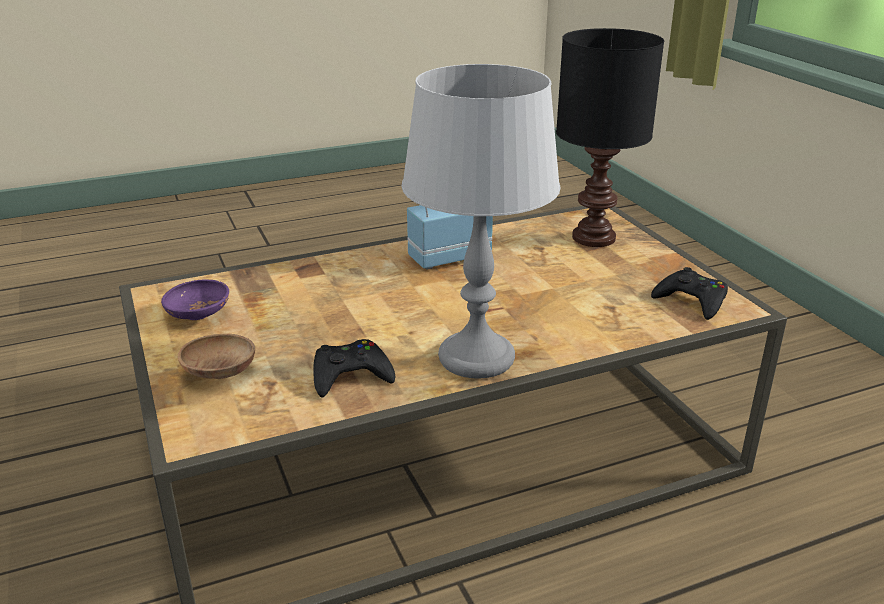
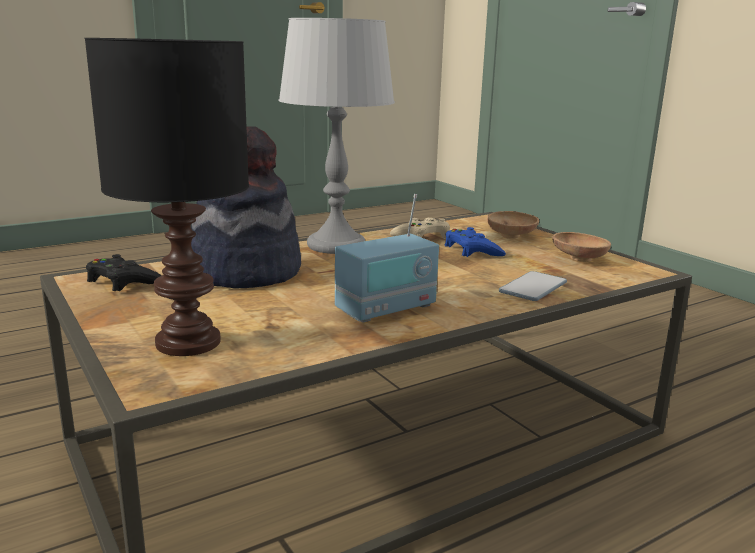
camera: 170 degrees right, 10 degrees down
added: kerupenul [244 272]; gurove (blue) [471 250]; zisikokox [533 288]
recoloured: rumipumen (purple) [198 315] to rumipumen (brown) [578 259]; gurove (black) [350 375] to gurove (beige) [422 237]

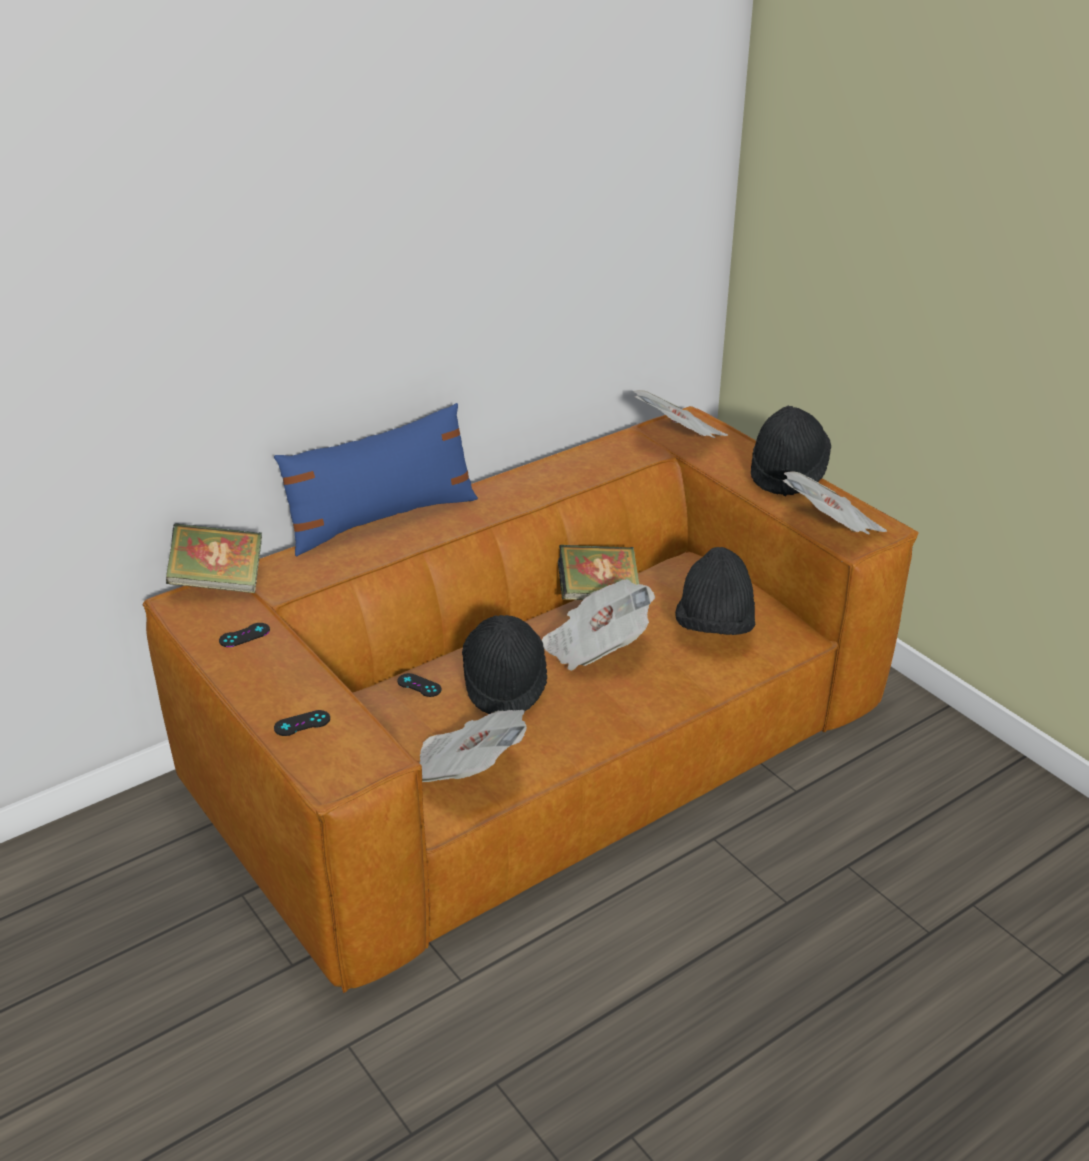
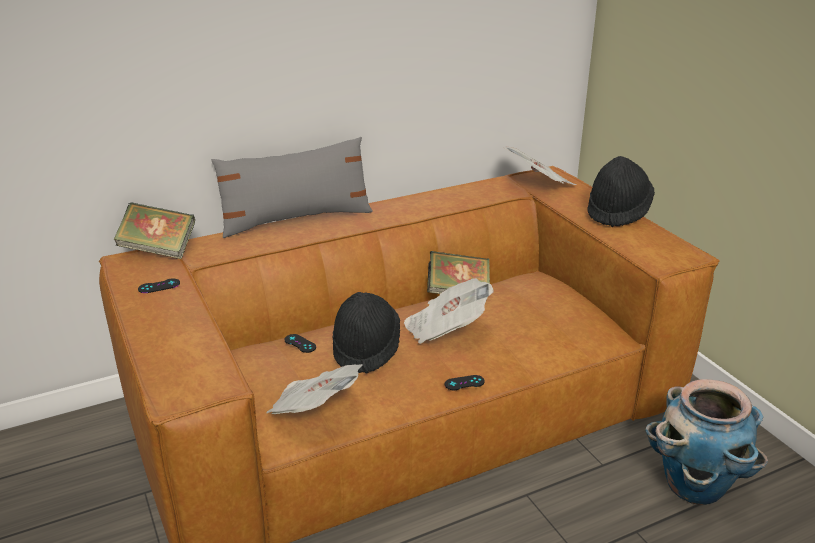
camera: 10 degrees right, 5 degrees down
removed: kerupenul (black) [714 626]; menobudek [831 528]
added: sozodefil [695 486]
moved: gurove (black) [302 723] to [464 383]
recoloured: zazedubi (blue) [381 519] to zazedubi (grey) [296 219]

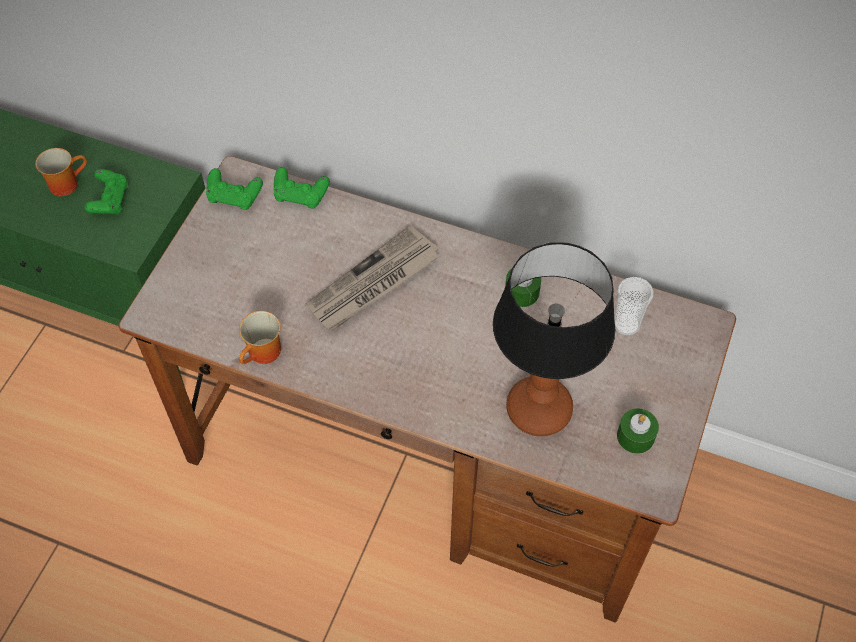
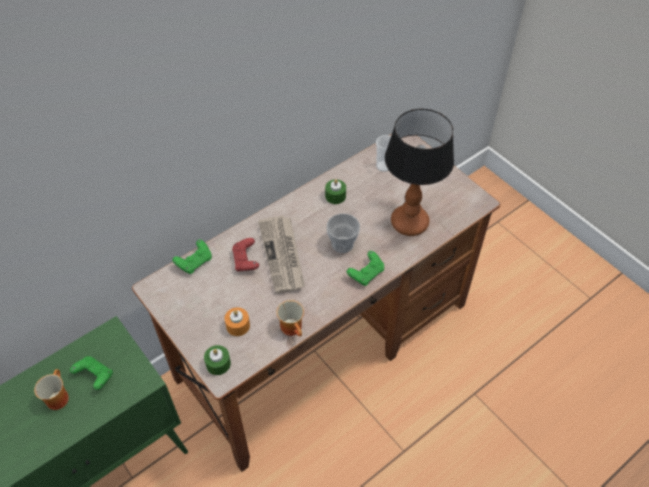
camera: 60 degrees left, 5 degrees down
added: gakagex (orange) [238 325]; gurove (red) [246 261]; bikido [342 244]
moved: gurove (green) [234 197] to [366 274]; gakagex (green) [635 436] to [218 364]

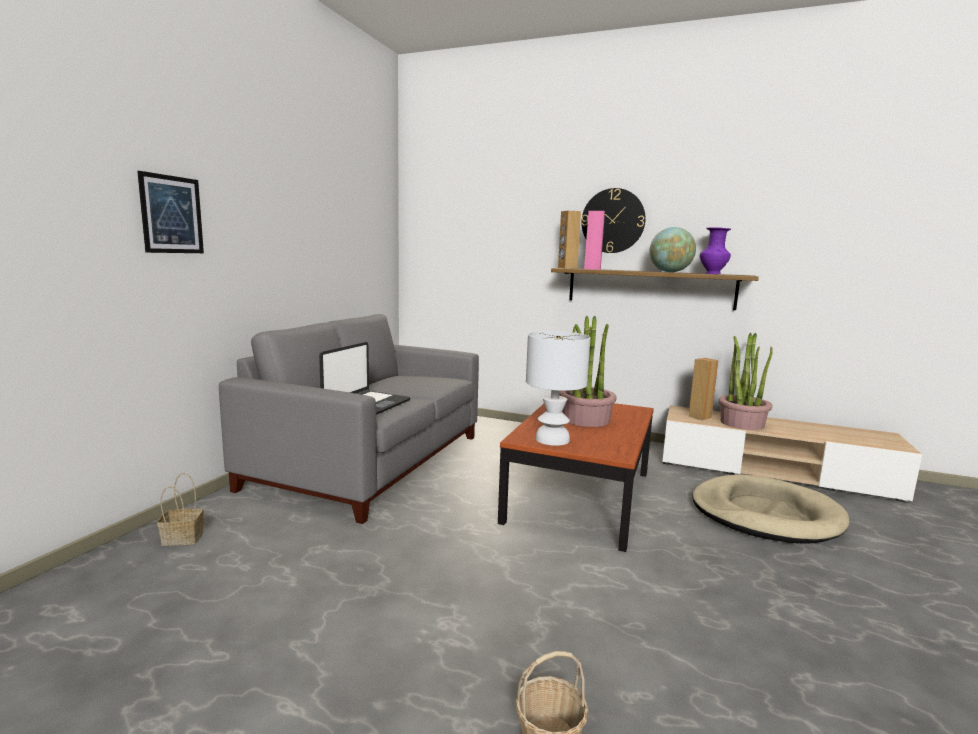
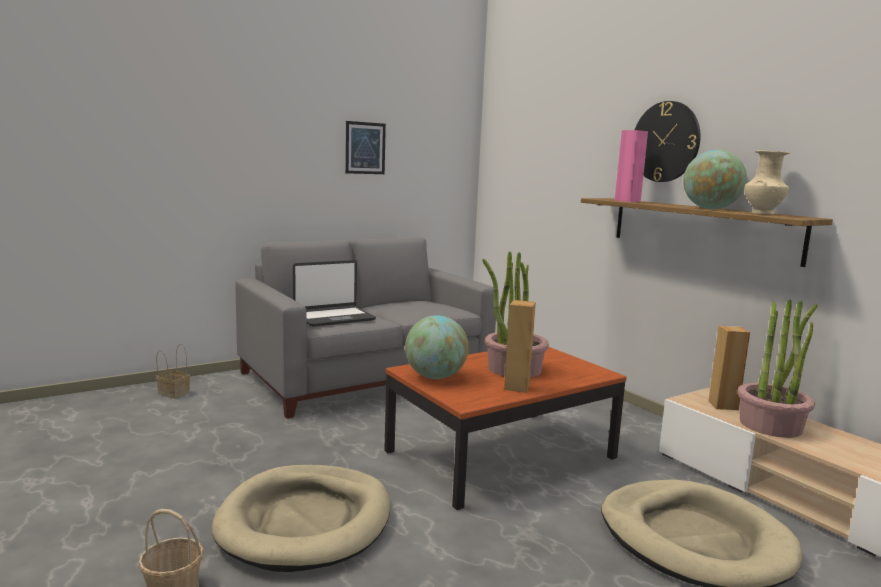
camera: 35 degrees right, 0 degrees up
added: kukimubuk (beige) [306 521]
moved: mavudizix [172 214] to [365 148]; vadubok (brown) [567 268] to [516 387]
replaced: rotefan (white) [553 440] to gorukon [435 377]
recoloured: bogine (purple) [712 273] to bogine (beige) [762 213]

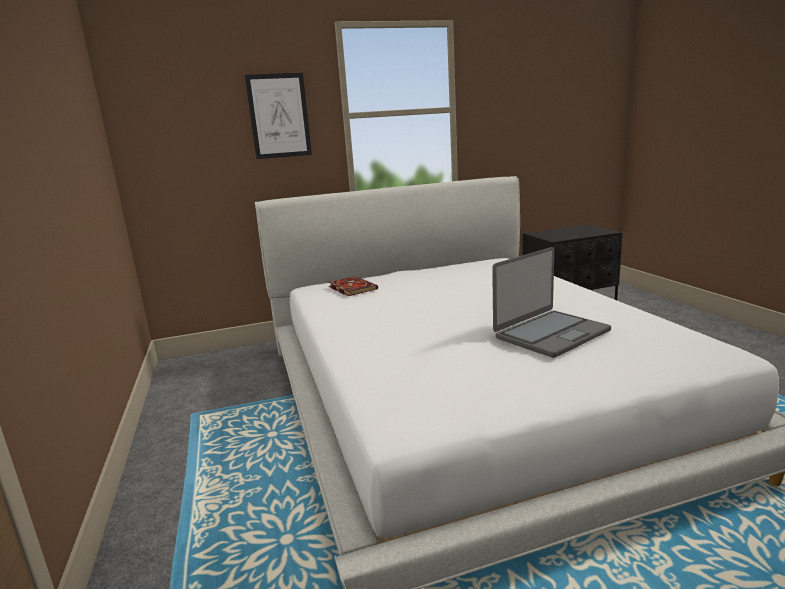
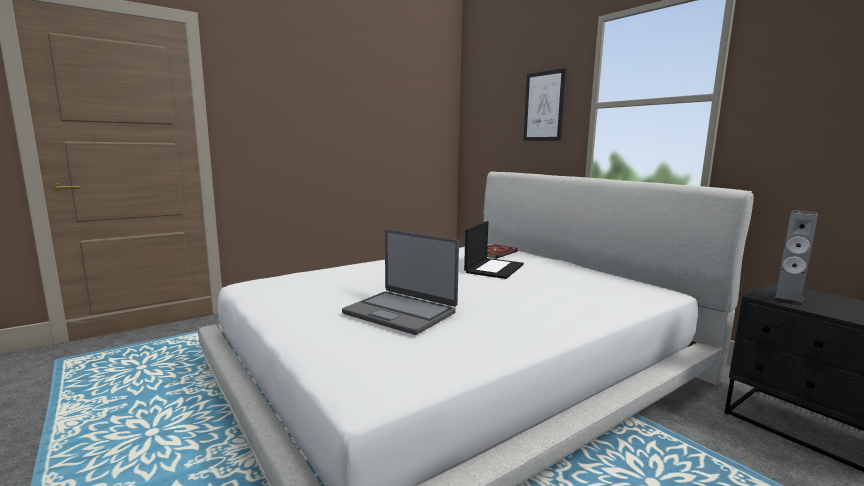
camera: 70 degrees right, 5 degrees down
added: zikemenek [494 268]; vadubok [788 299]

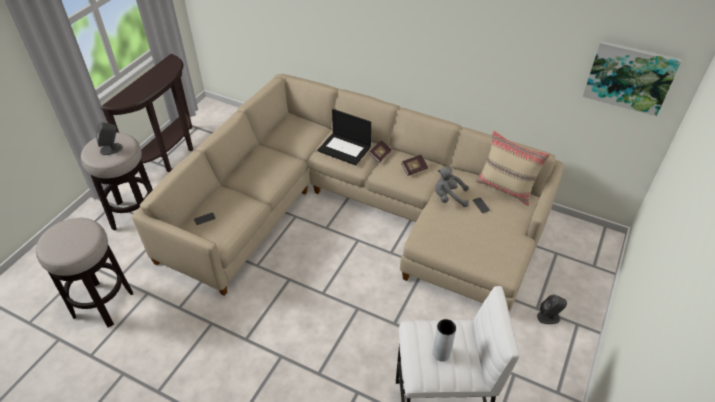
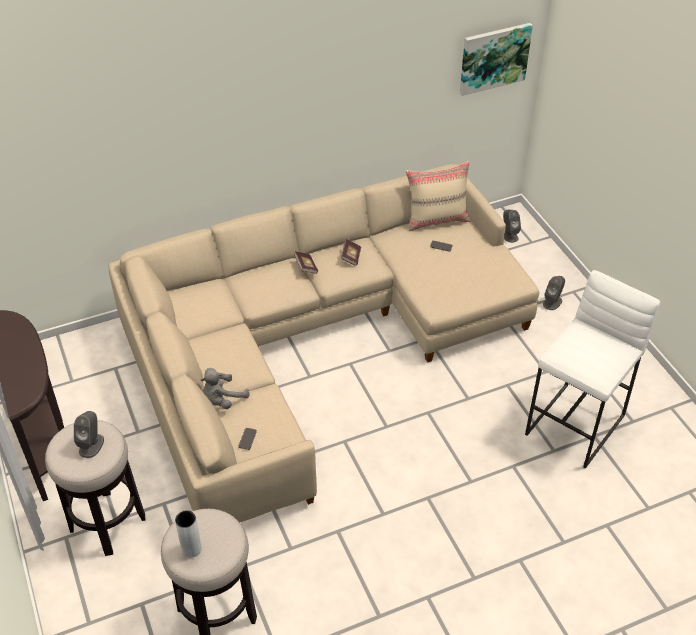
camera: 50 degrees left, 0 degrees up
removed: zikemenek [345 149]
added: vadubok (grey) [509 235]
moved: bogine (grey) [441 353] to [191 549]; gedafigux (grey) [449 197] to [222 400]

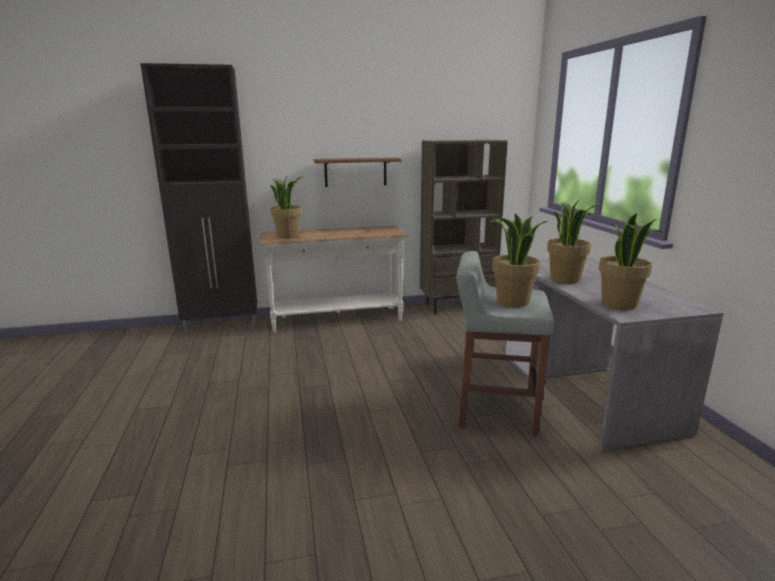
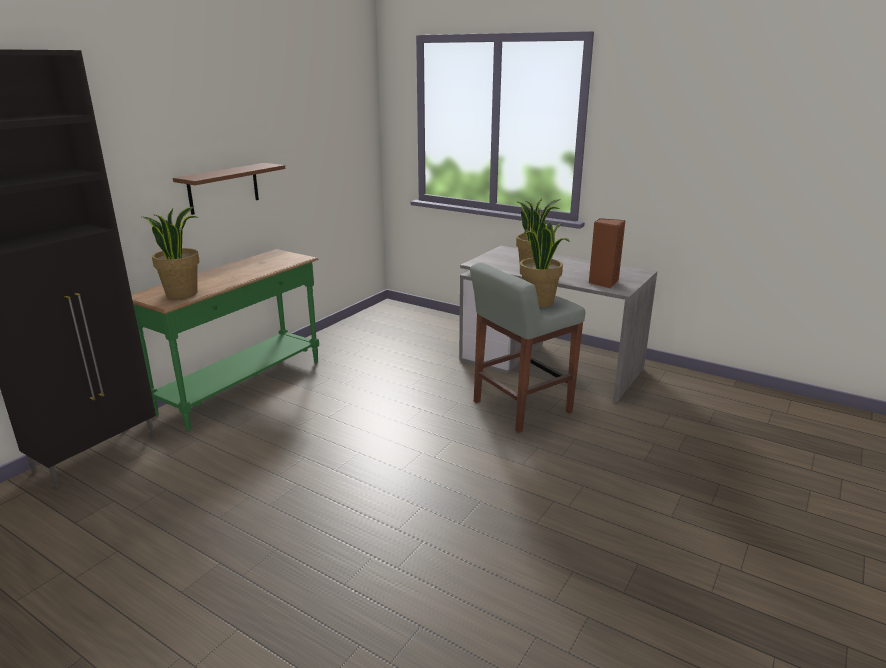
camera: 45 degrees left, 5 degrees up
removed: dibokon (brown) [457 306]
replaced: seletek [620 304] to vadubok (brown) [603 282]
recoloured: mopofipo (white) [337 320] to mopofipo (green) [244 387]

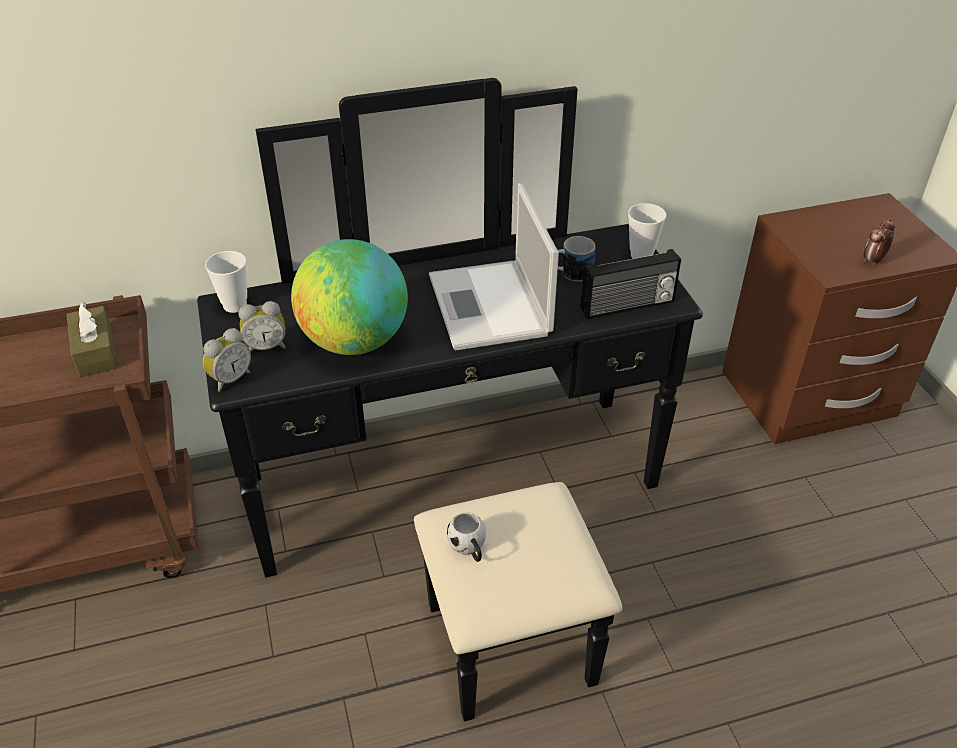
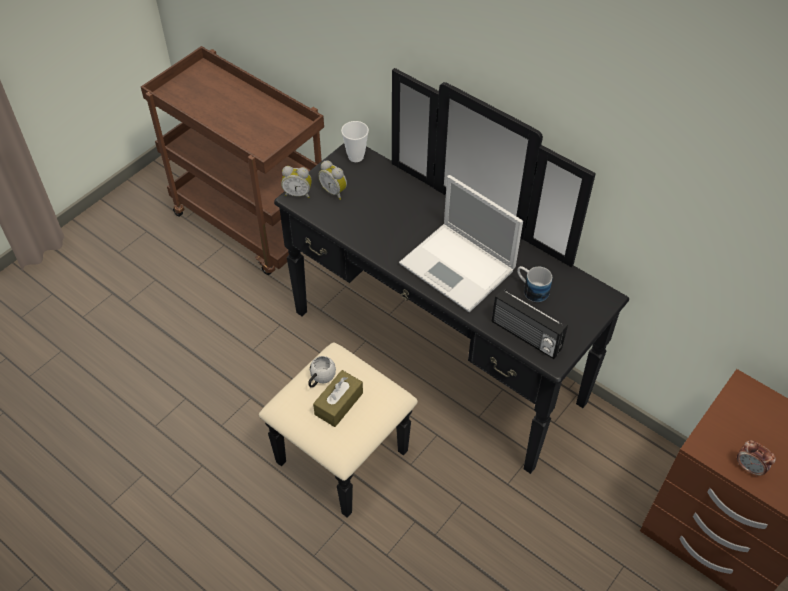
camera: 55 degrees right, 10 degrees up
removed: gorukon [354 341]; bikido [641 255]
moved: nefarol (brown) [95 352] to [338 403]
turned: zikemenek [490 307] = [459 267] 90 degrees counterclockwise; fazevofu [872 261] = [749 468] 150 degrees counterclockwise

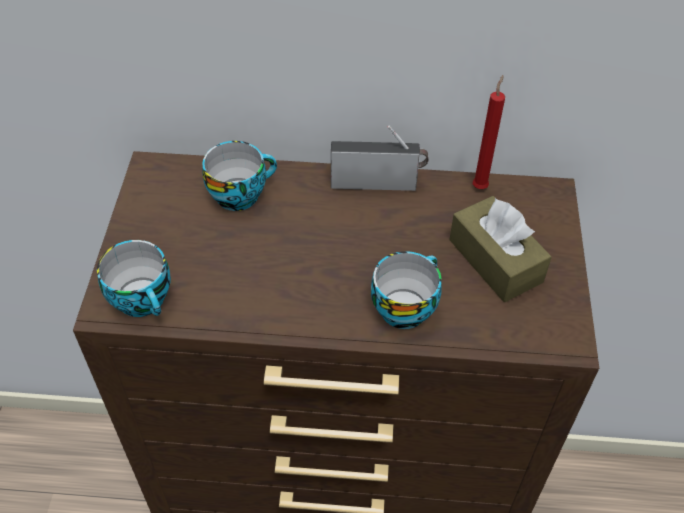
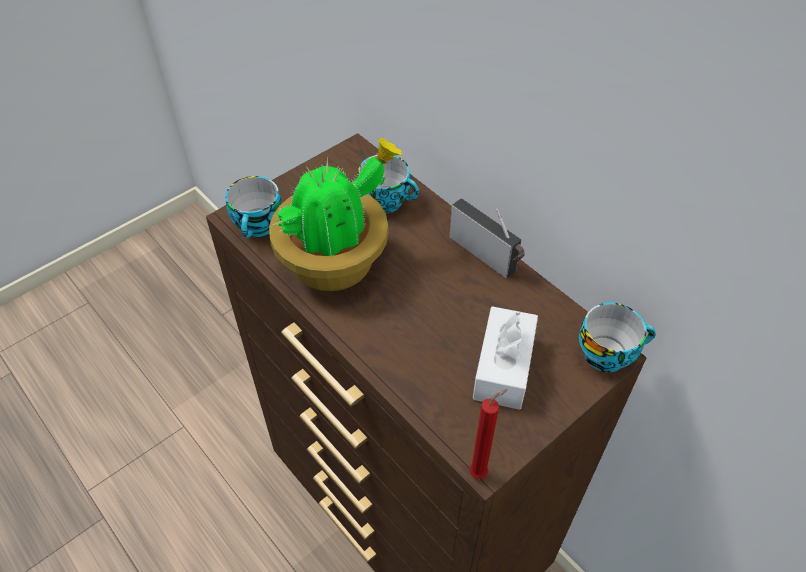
camera: 45 degrees right, 0 degrees up
added: seletek [337 261]
moved: bikido [404 306] to [607 353]; gakagex (red) [480 186] to [481 472]
recoloured: nefarol (brown) [495 260] to nefarol (white) [503 367]

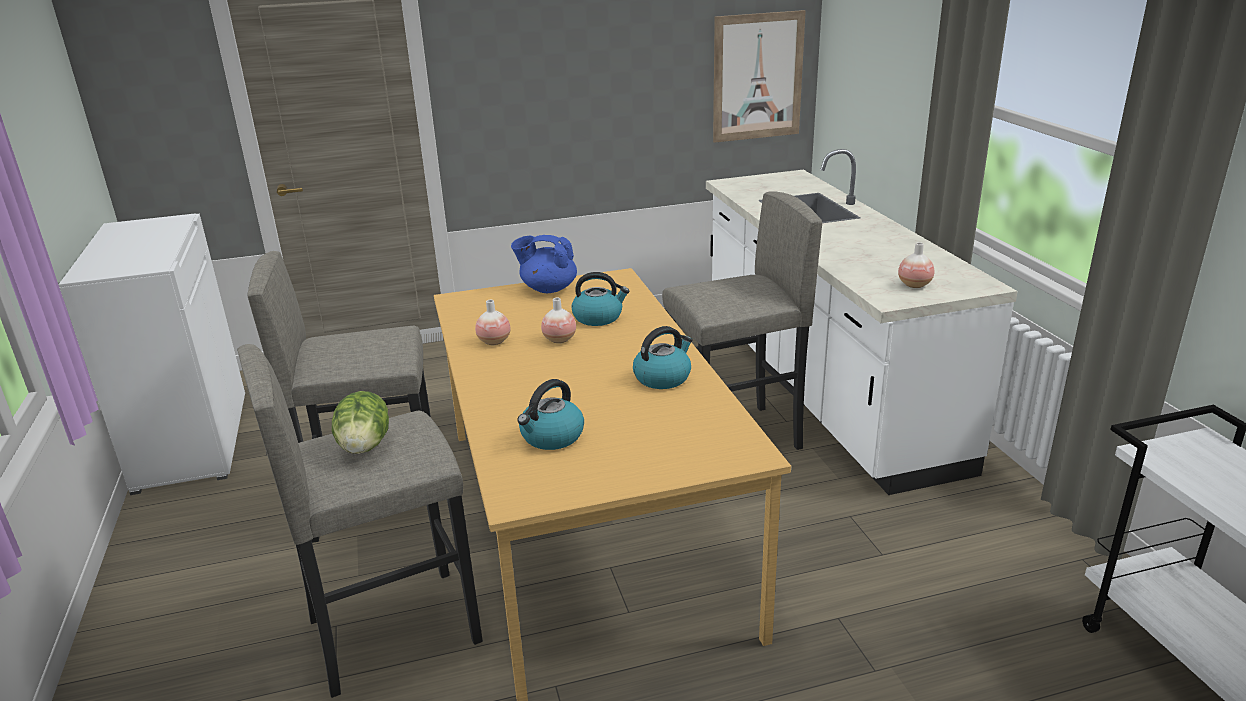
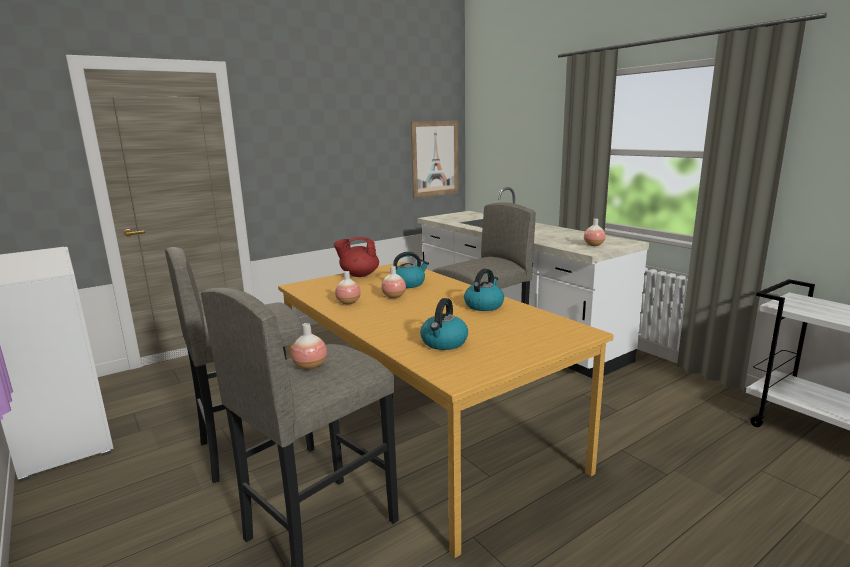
camera: 20 degrees left, 10 degrees down
replaced: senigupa [364 446] to bogine [310 366]
recoloured: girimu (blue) [548 289] to girimu (red) [359 275]

